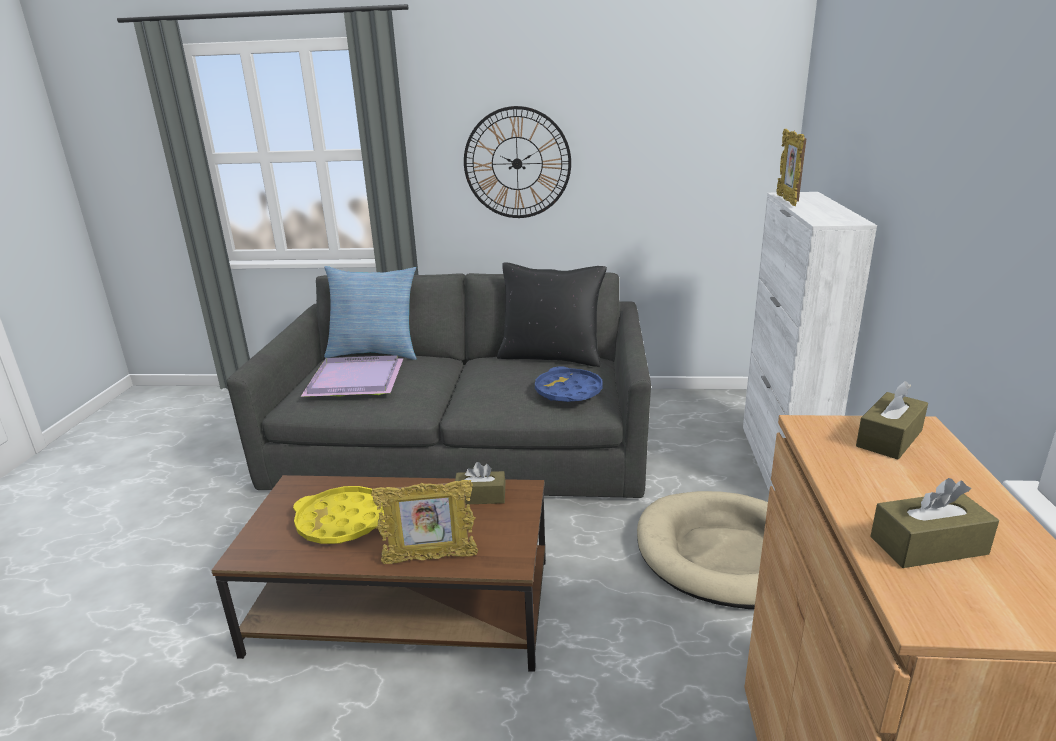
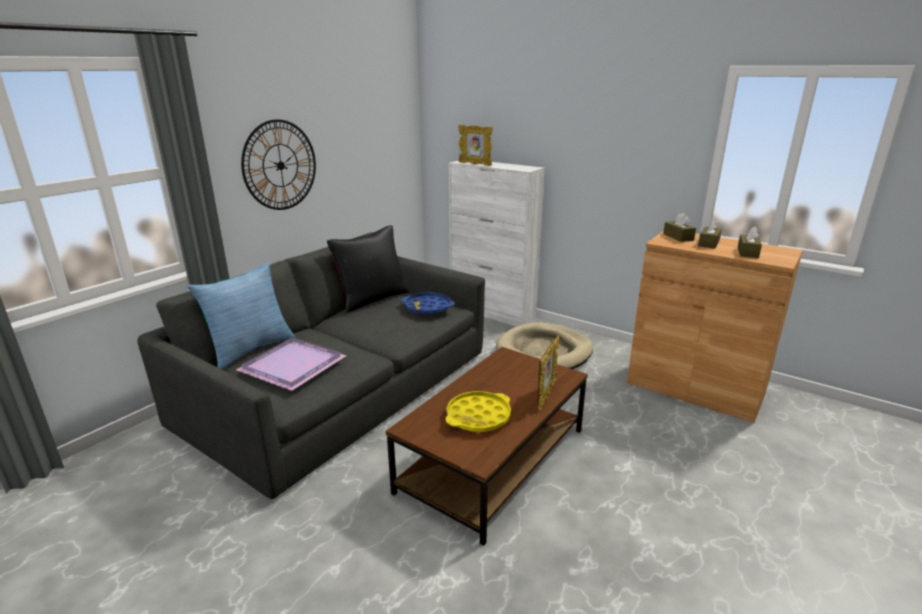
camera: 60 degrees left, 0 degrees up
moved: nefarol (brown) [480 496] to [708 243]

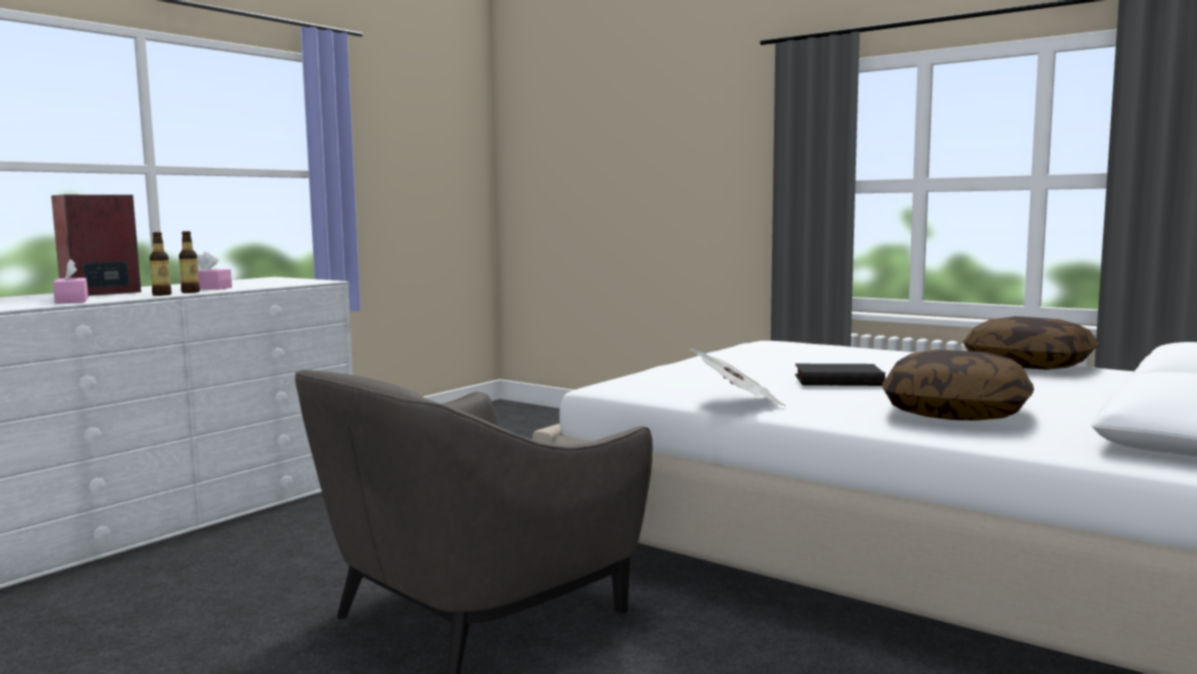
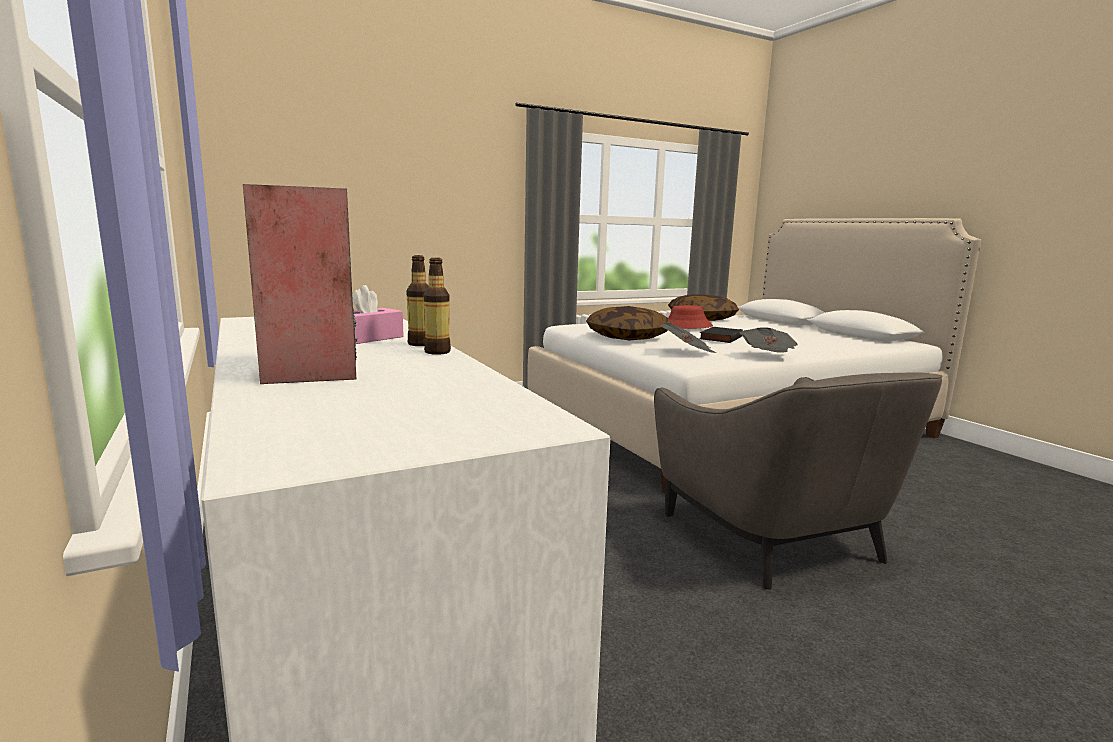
camera: 65 degrees left, 5 degrees up
removed: nefarol (pink) [72 301]
added: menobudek [687 353]; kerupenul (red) [686 327]
moved: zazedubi [956 413] to [628 337]

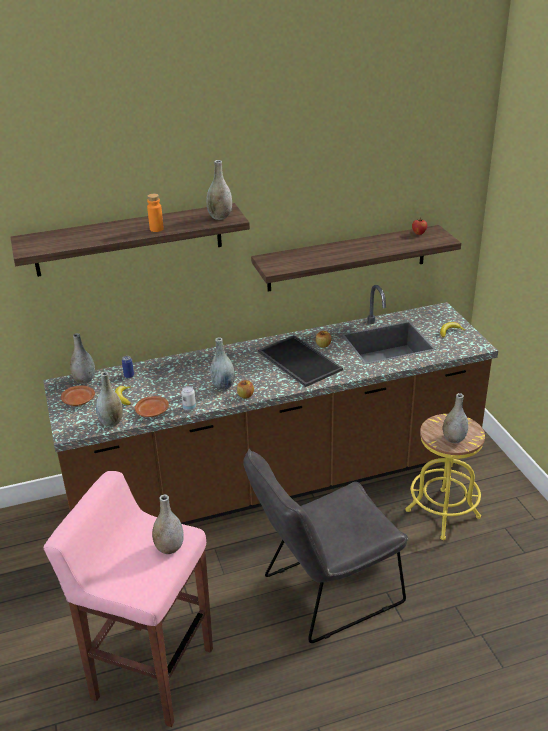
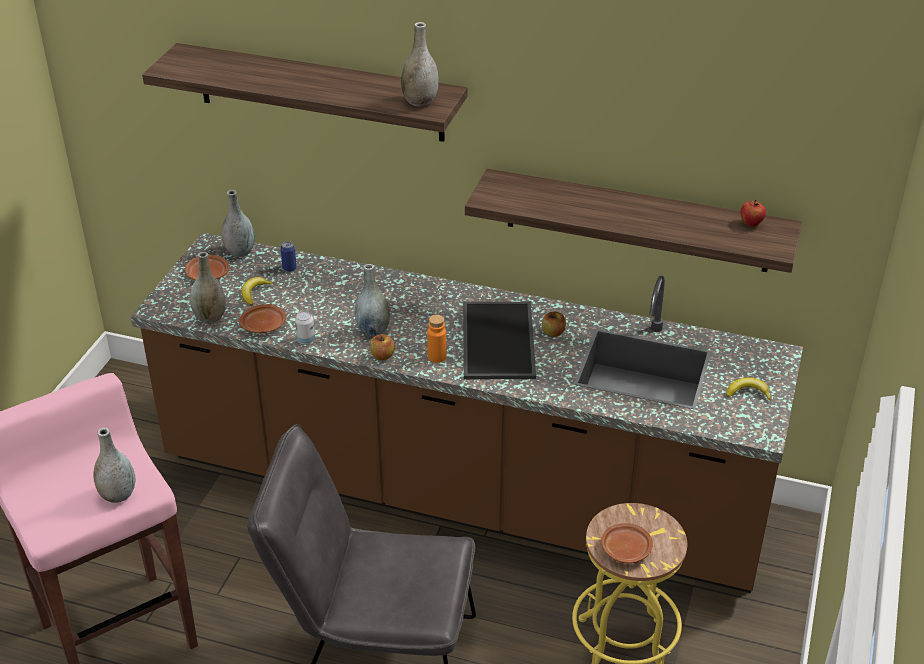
camera: 35 degrees right, 5 degrees up
moved: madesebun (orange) [156 229] to [437 357]
replaced: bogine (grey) [454 439] to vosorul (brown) [626 549]

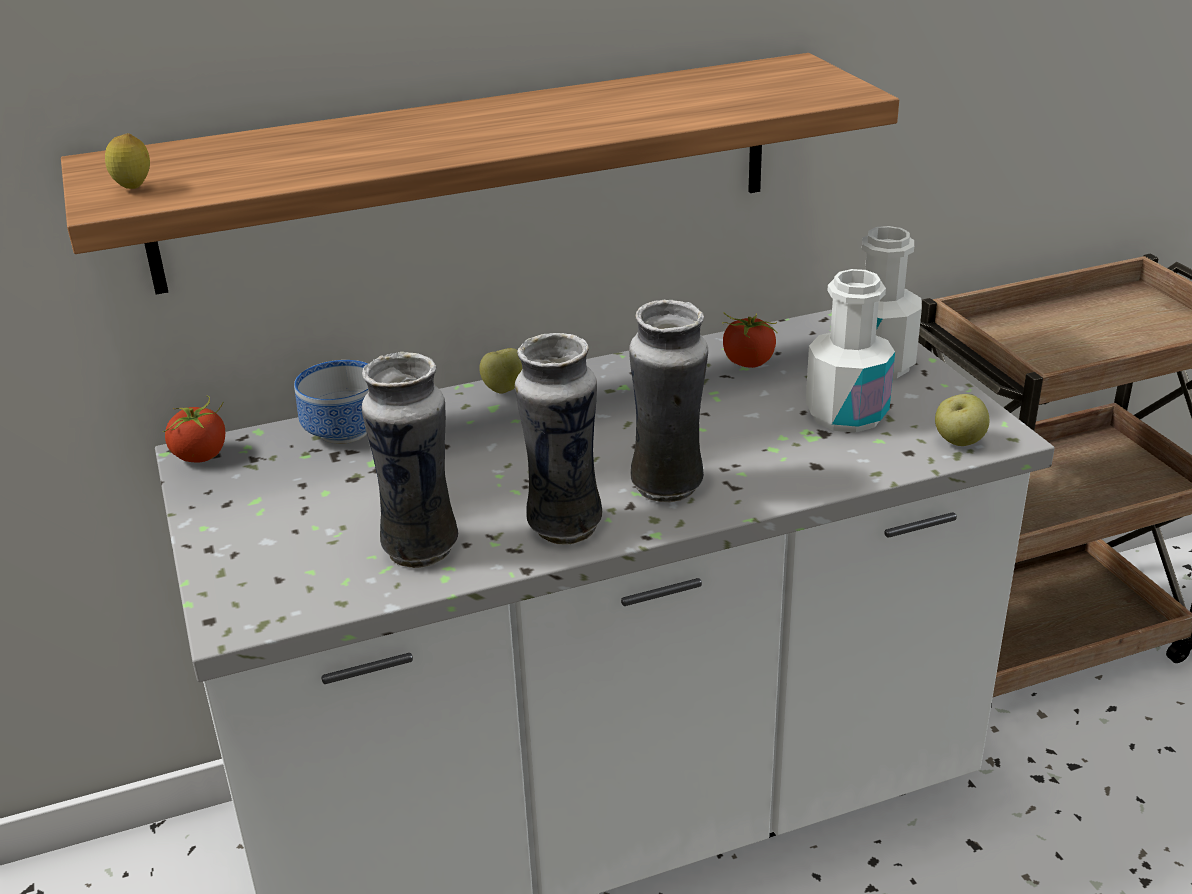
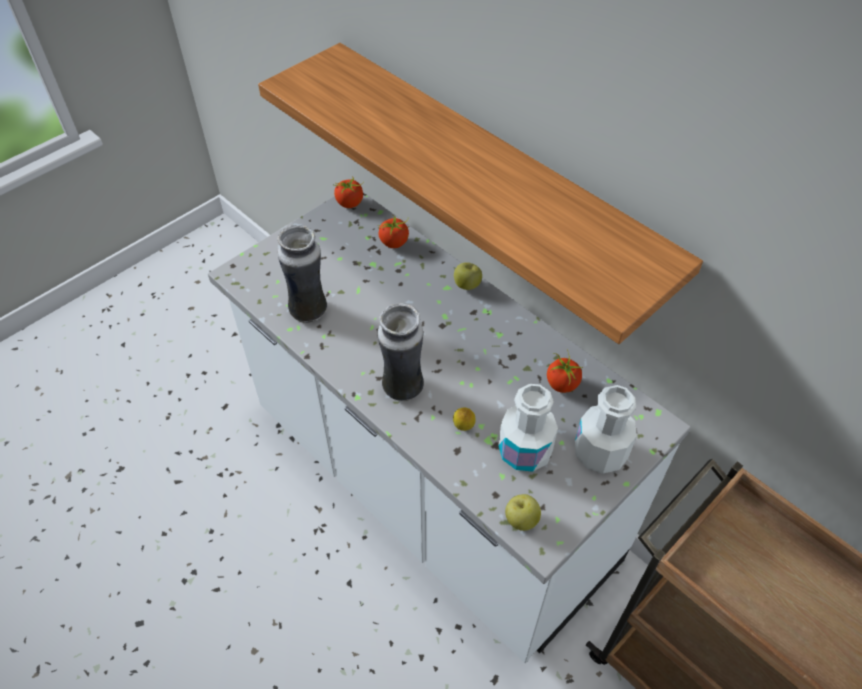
camera: 65 degrees right, 20 degrees up
removed: bogine [563 526]
moved: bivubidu [134 189] to [463 427]
replaced: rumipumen [346 432] to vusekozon [394 242]

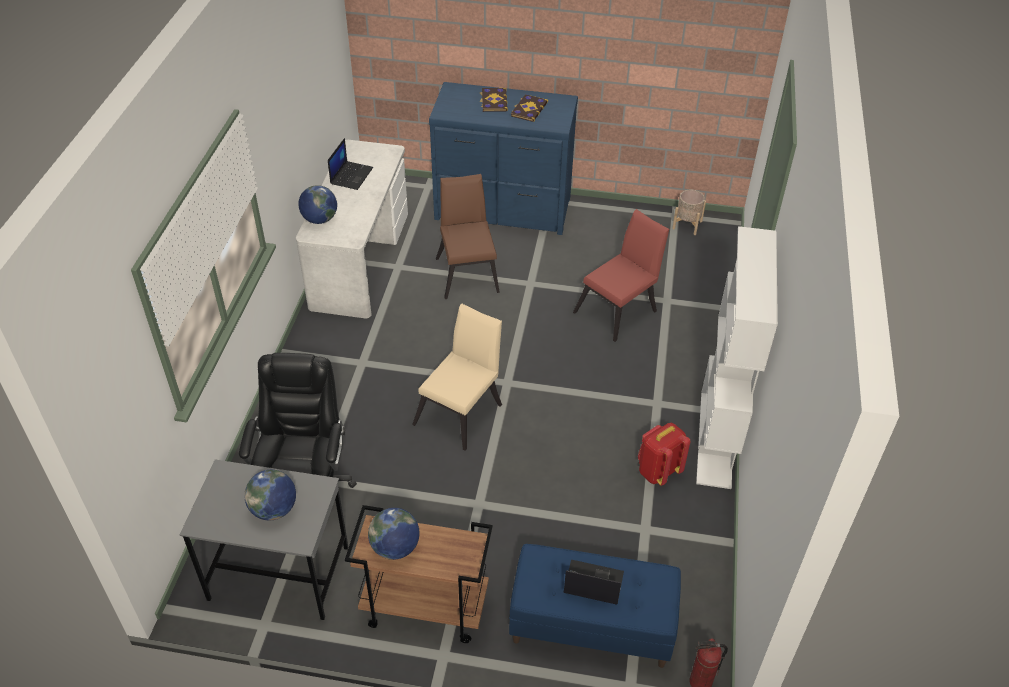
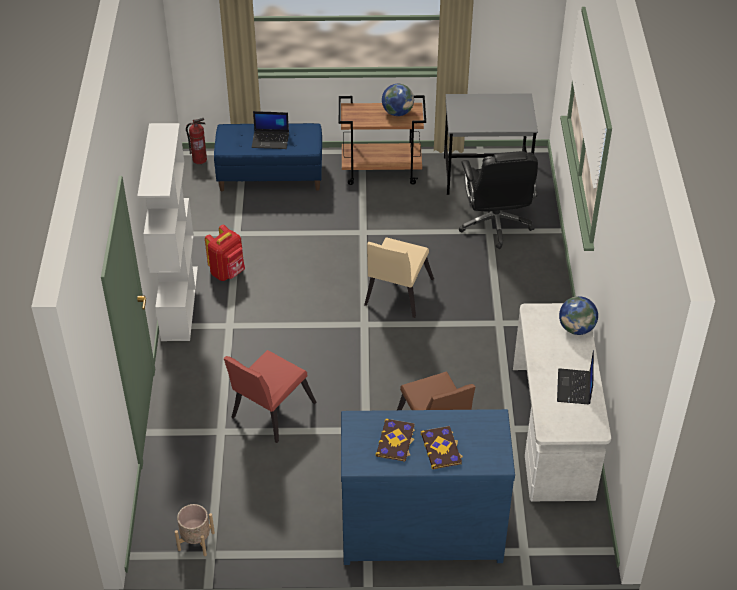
camera: 170 degrees right, 0 degrees up
removed: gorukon [274 509]

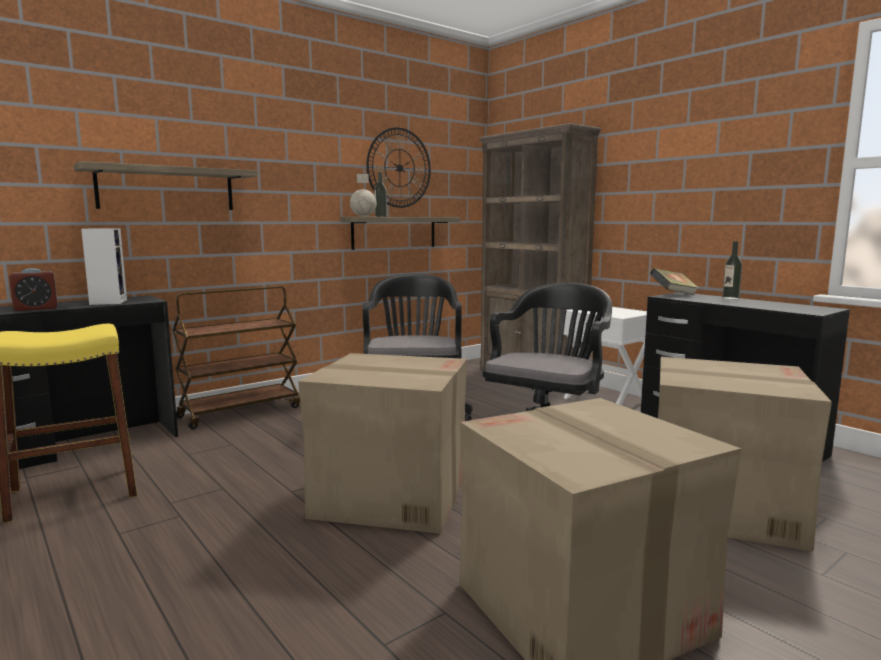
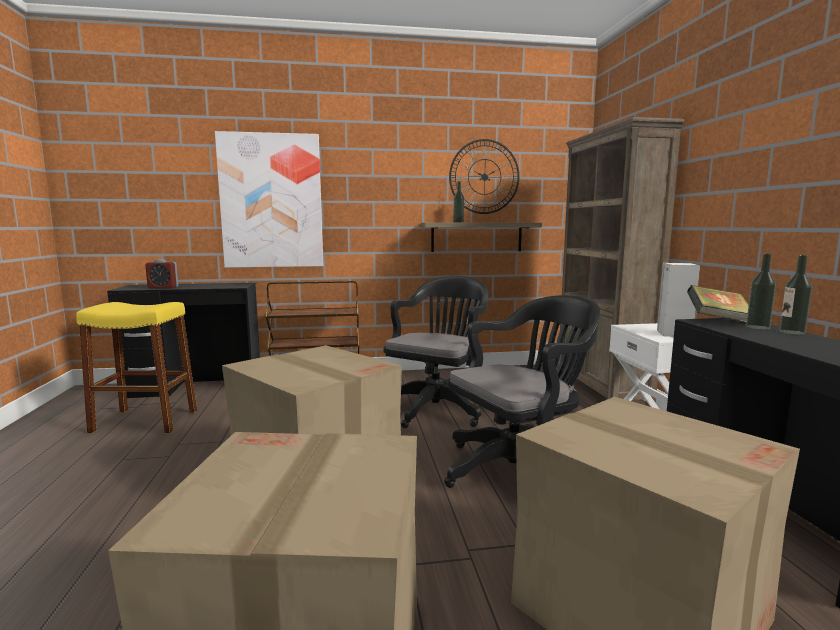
camera: 30 degrees right, 0 degrees up
removed: gorukon [363 216]
added: madesebun [757 327]
moved: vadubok [108 302] to [673 333]
replaced: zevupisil [167 189] to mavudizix [271 201]

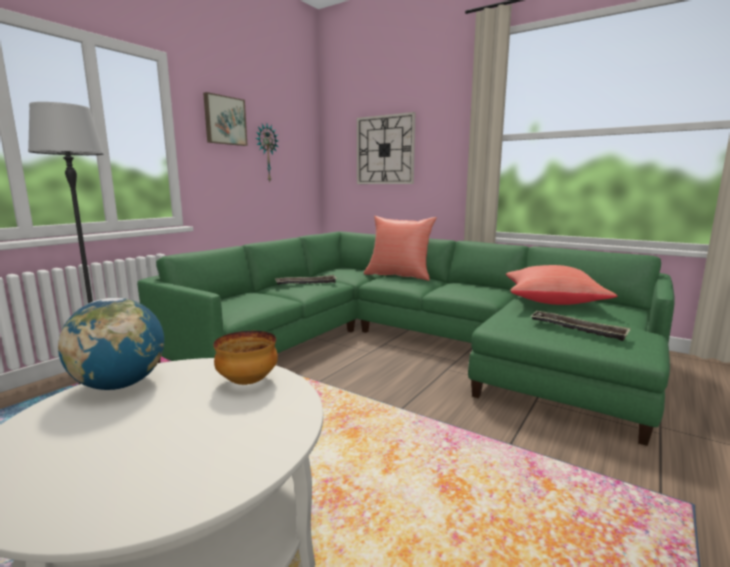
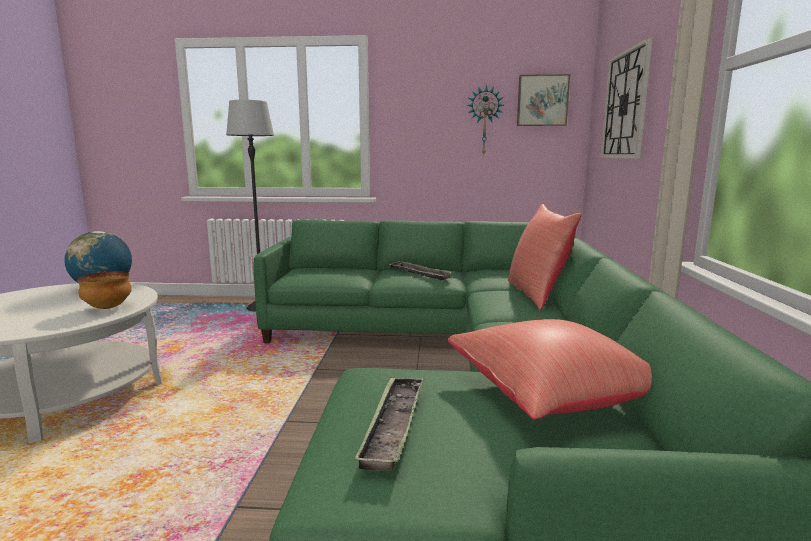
camera: 60 degrees right, 0 degrees up
moved: mavudizix [224 120] to [542 100]

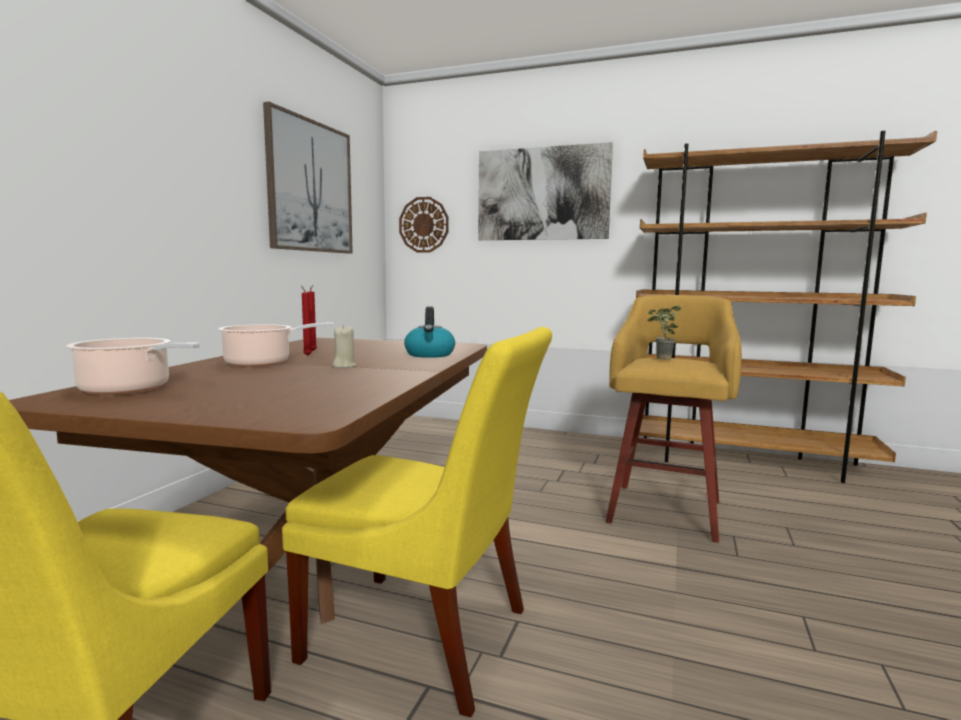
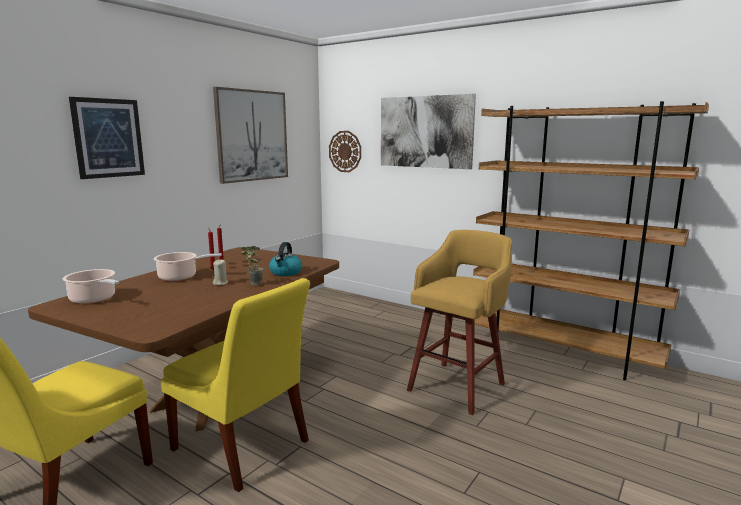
camera: 15 degrees right, 5 degrees up
added: mavudizix [108 138]
moved: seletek [660 359] to [252 284]

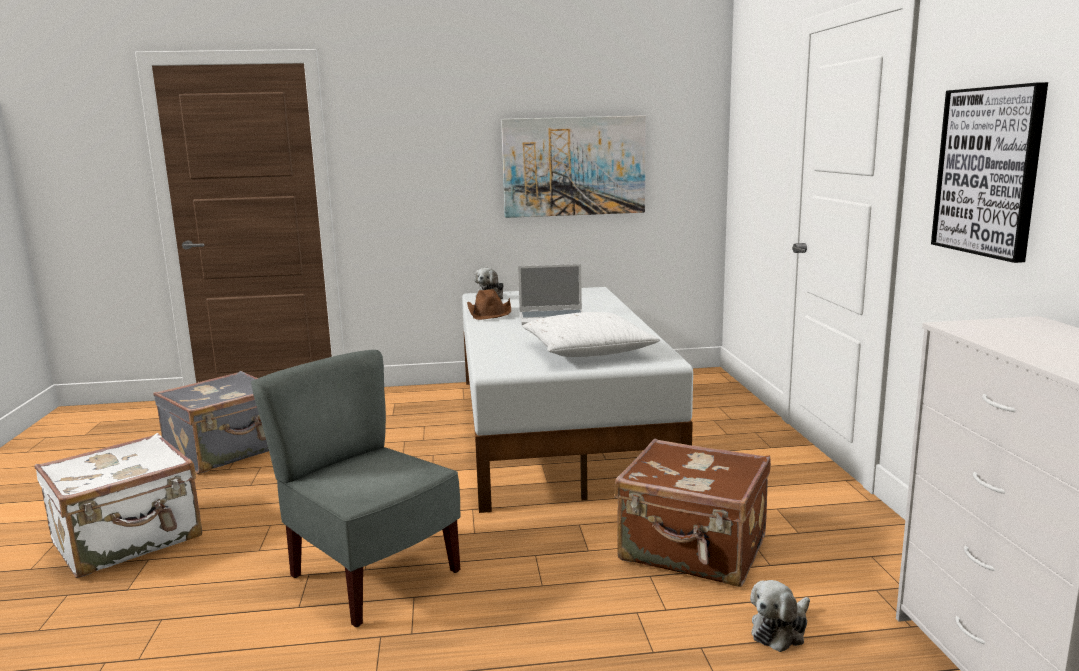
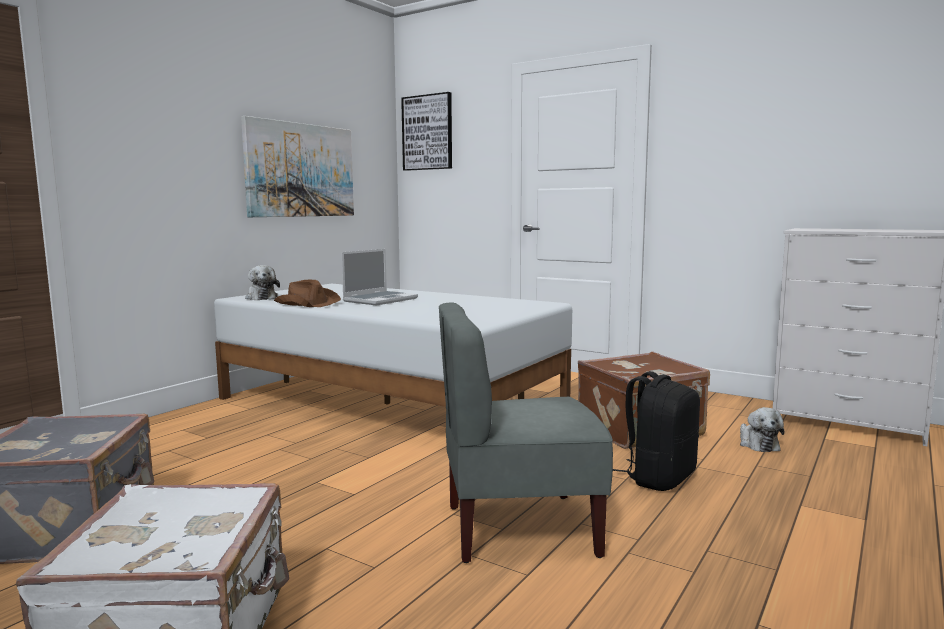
camera: 50 degrees left, 5 degrees down
removed: zazedubi (white) [587 351]
added: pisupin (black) [659 478]
moved: mavudizix [988 171] to [427 132]

